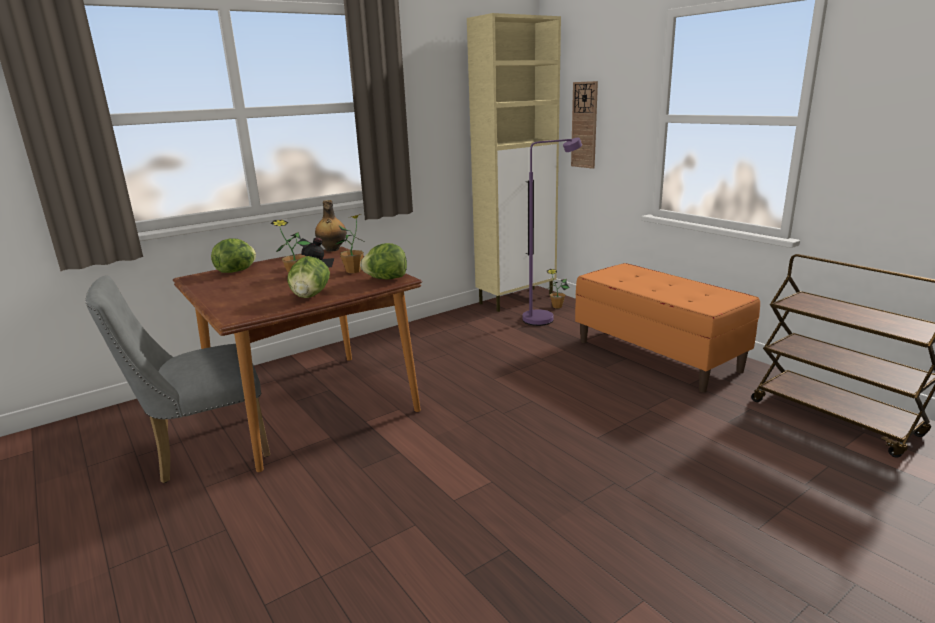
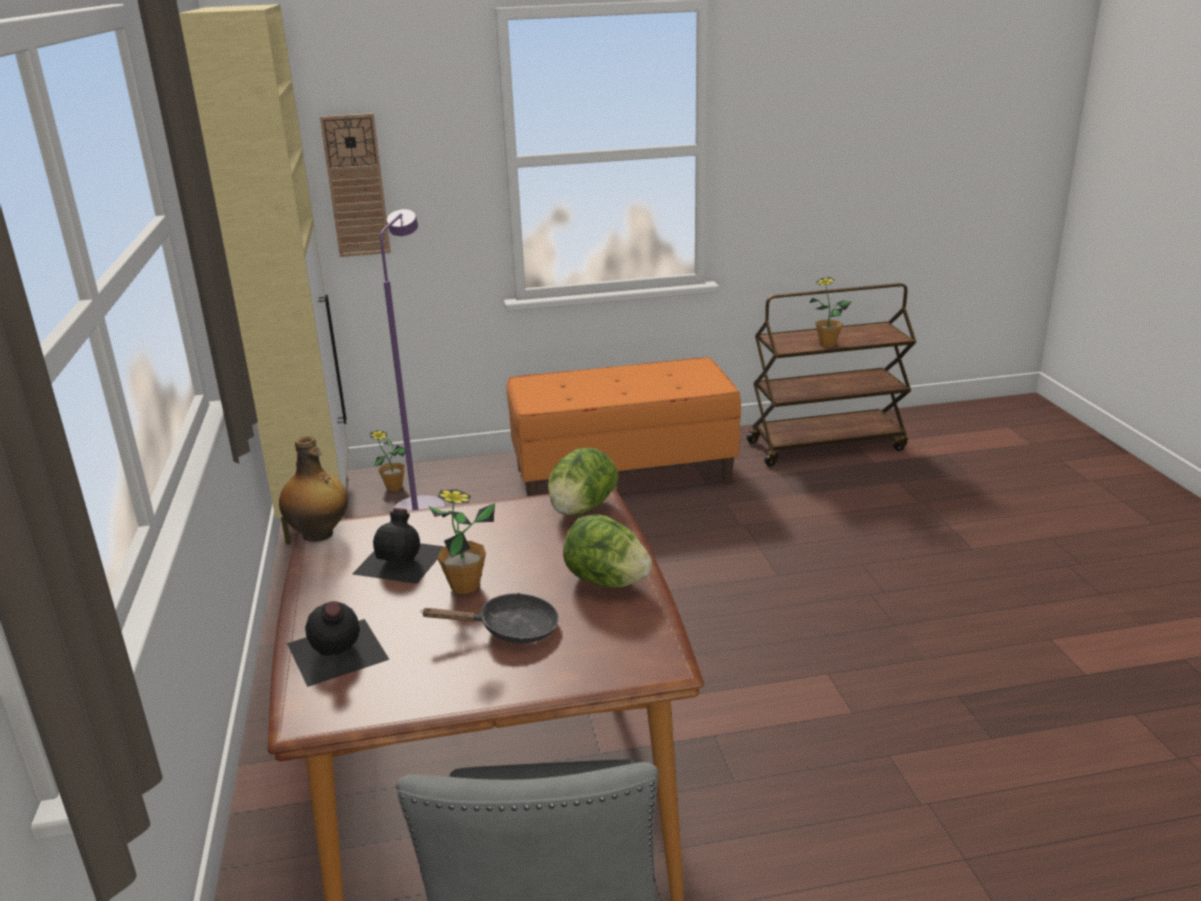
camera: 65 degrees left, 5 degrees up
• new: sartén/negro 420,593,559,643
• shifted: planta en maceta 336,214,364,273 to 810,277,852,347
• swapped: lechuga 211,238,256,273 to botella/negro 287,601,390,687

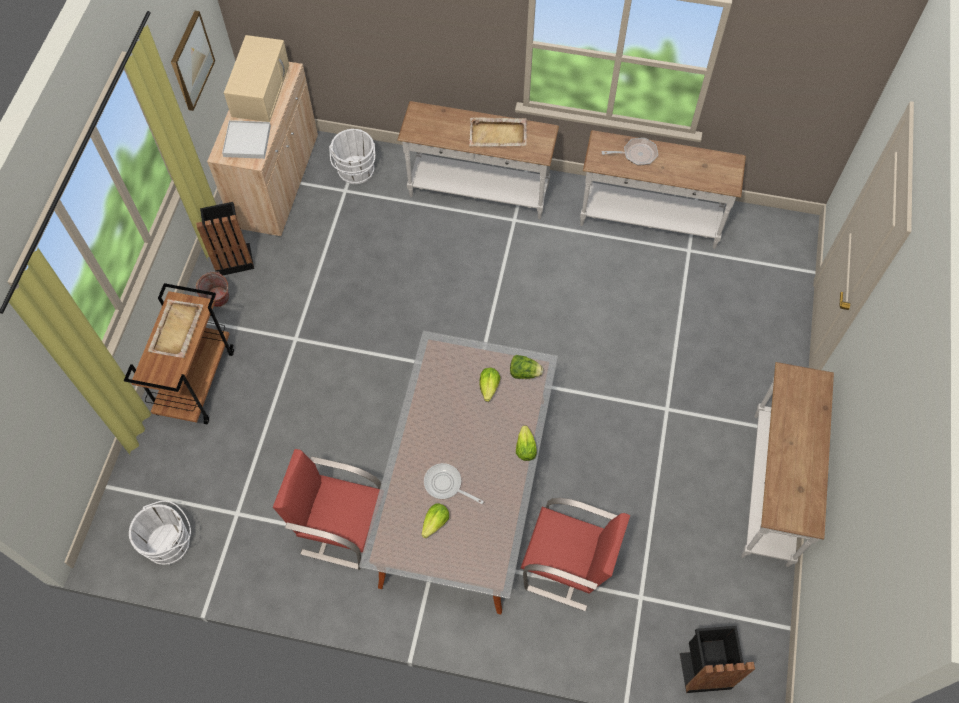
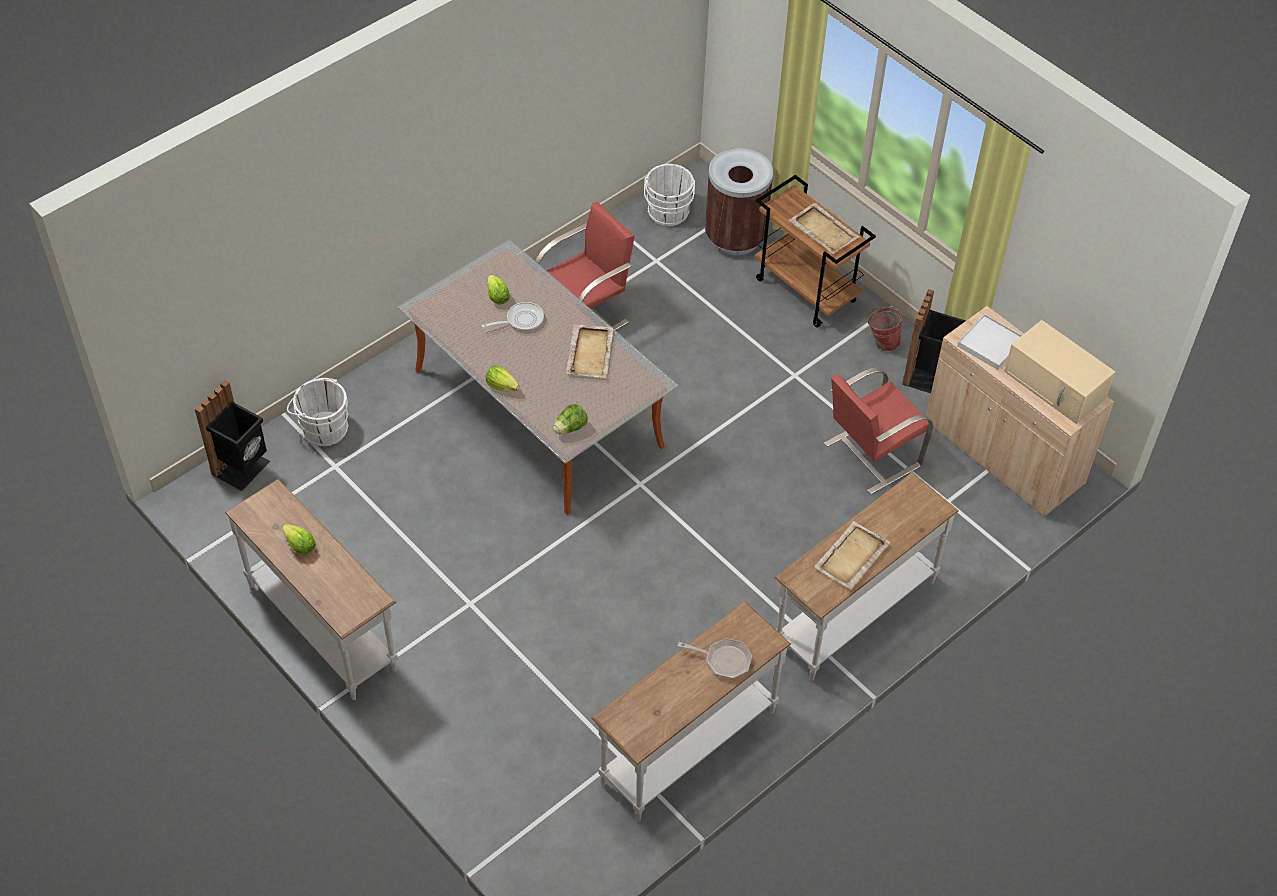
camera: 125 degrees right, 10 degrees down
• gone: cuadro 171,11,215,111
• new: bandeja/beis 566,324,613,379
• new: papelera/marrón 705,148,773,256
• shifted: cubo/blanco 329,129,375,184 to 287,378,349,447
• shifted: lechuga 479,368,500,402 to 282,524,316,555
• shifted: silla/rojo 521,498,630,611 to 824,368,933,494
• rotated: sartén 602,138,658,166 = 678,638,752,679 105 degrees counterclockwise

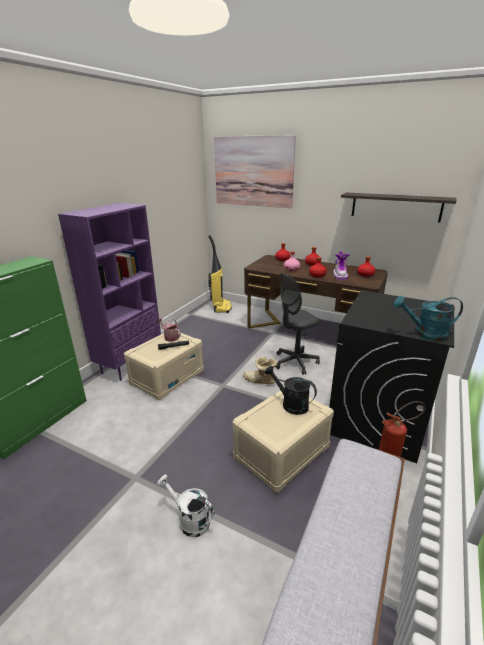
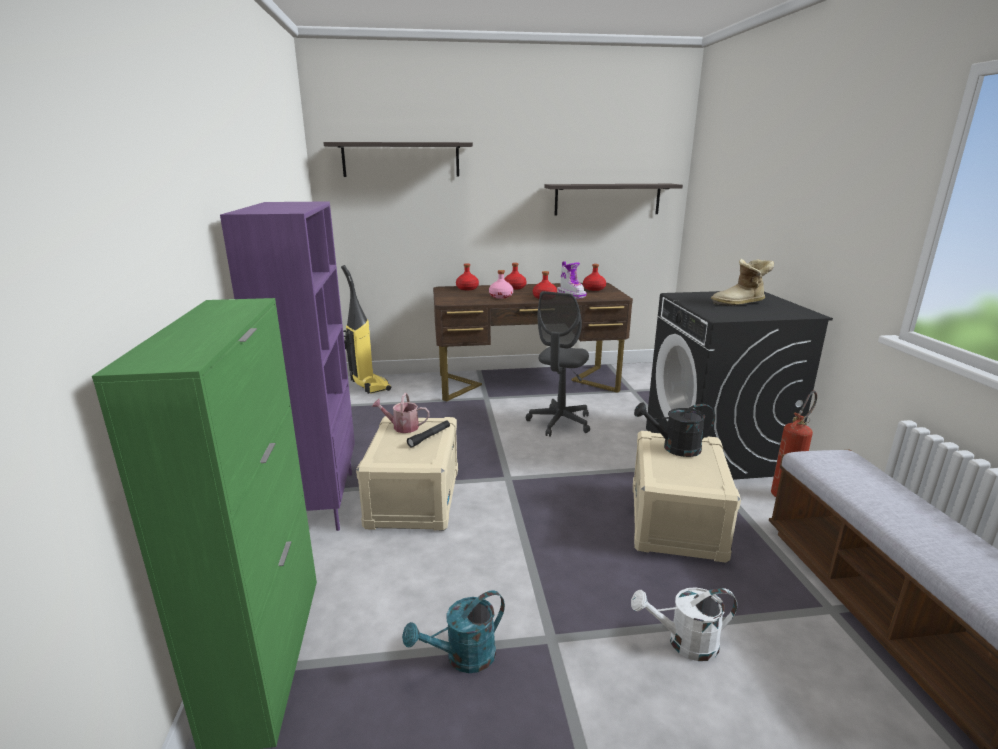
camera: 35 degrees left, 5 degrees down
• shifted: bota 243,356,277,384 to 711,259,774,306
• shifted: regadera/turquesa 394,296,463,341 to 402,590,505,673
• swapped: cuadro 214,135,296,208 to estante 323,142,473,177

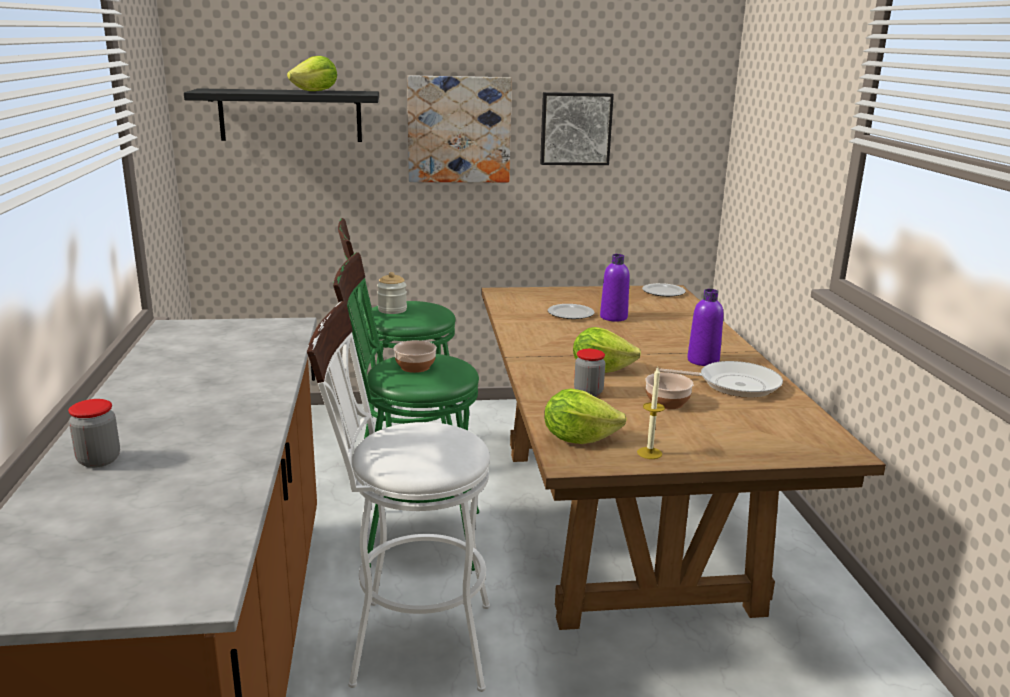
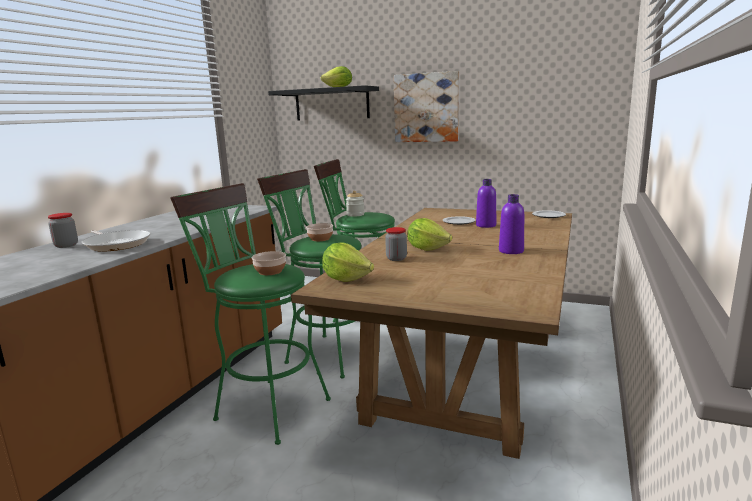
camera: 30 degrees right, 5 degrees down
• gone: cuadro 540,92,614,165
• gone: vela 637,367,665,459
• shifted: cuenco 645,372,693,409 to 252,251,286,275
• shifted: sartén 656,361,783,398 to 82,230,151,252
• repainted: taburete/blanco 307,301,490,692 to taburete/verde 170,183,331,445

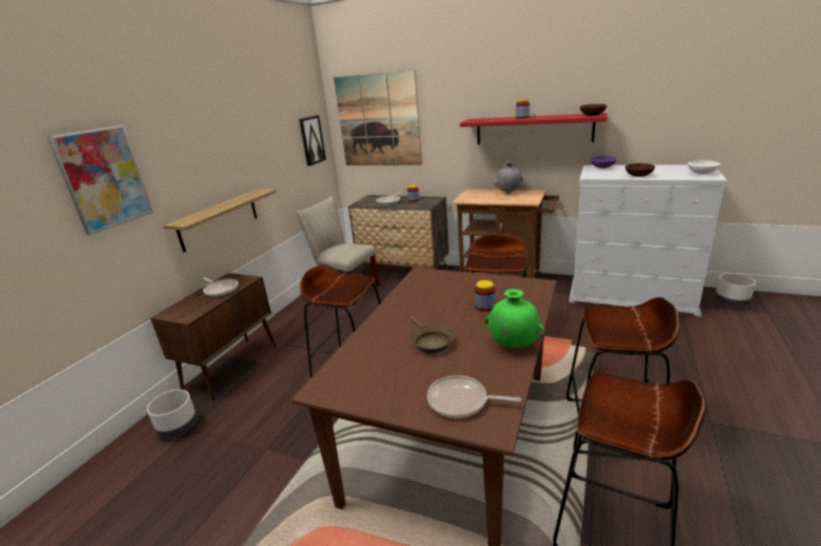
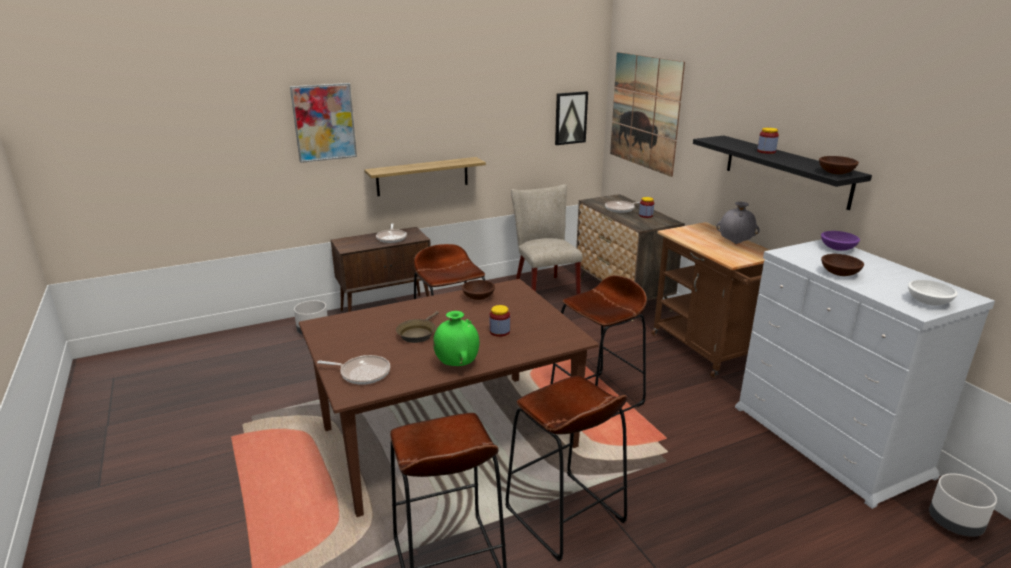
camera: 40 degrees right, 0 degrees up
• new: cuenco/marrón 462,280,495,300
• repainted: estante/rojo 460,113,608,145 to estante/negro 693,135,872,210
• rotated: sartén 427,375,521,418 = 317,355,390,385 135 degrees clockwise

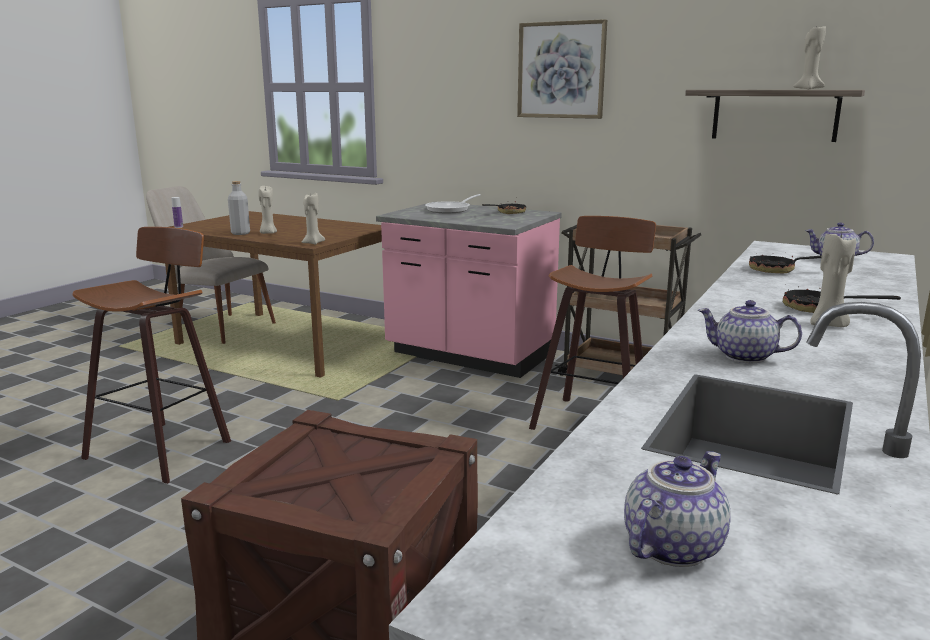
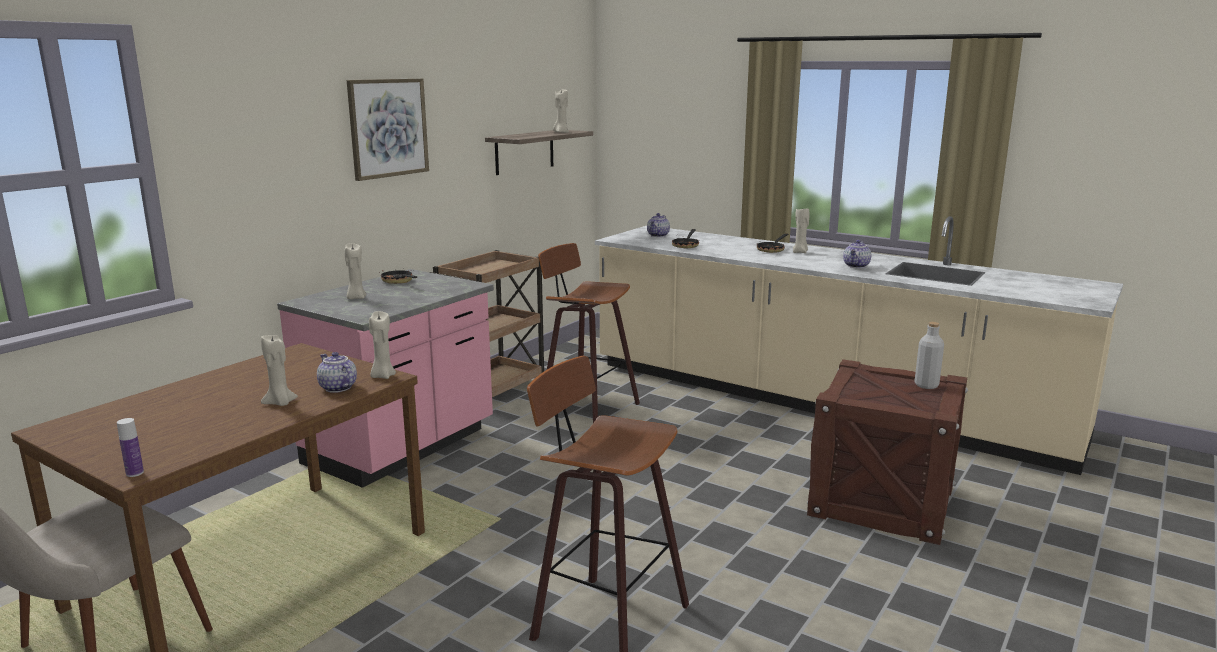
camera: 85 degrees left, 0 degrees up
• shifted: botella/gris 228,181,250,235 to 914,322,944,389
• shifted: tetera 624,451,731,567 to 317,352,357,393
• swapped: sartén 425,194,481,213 to vela/beis 344,243,366,299

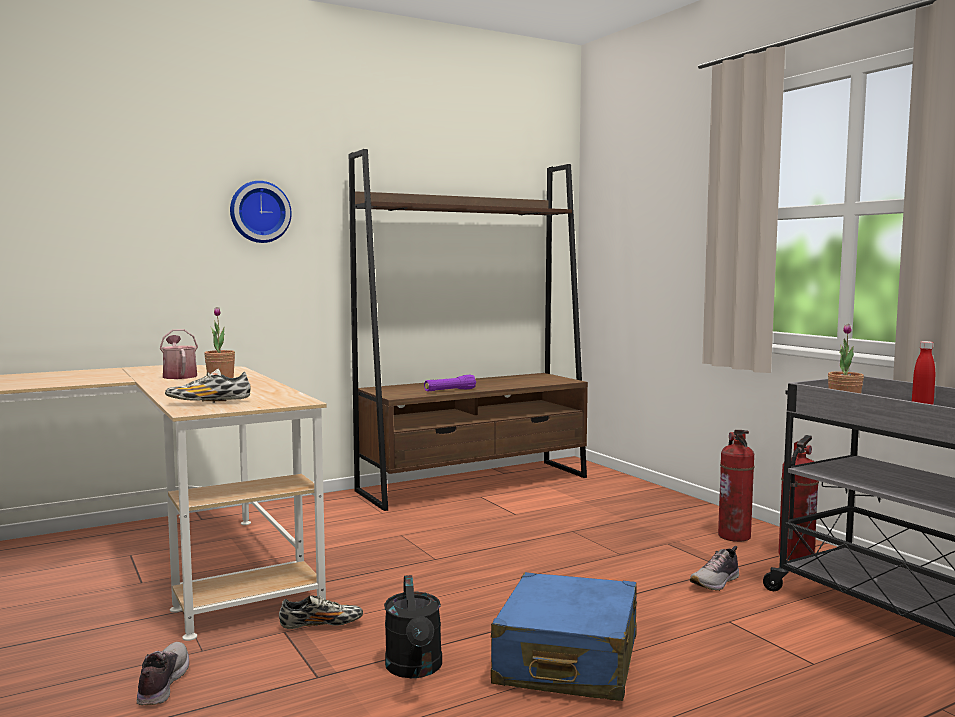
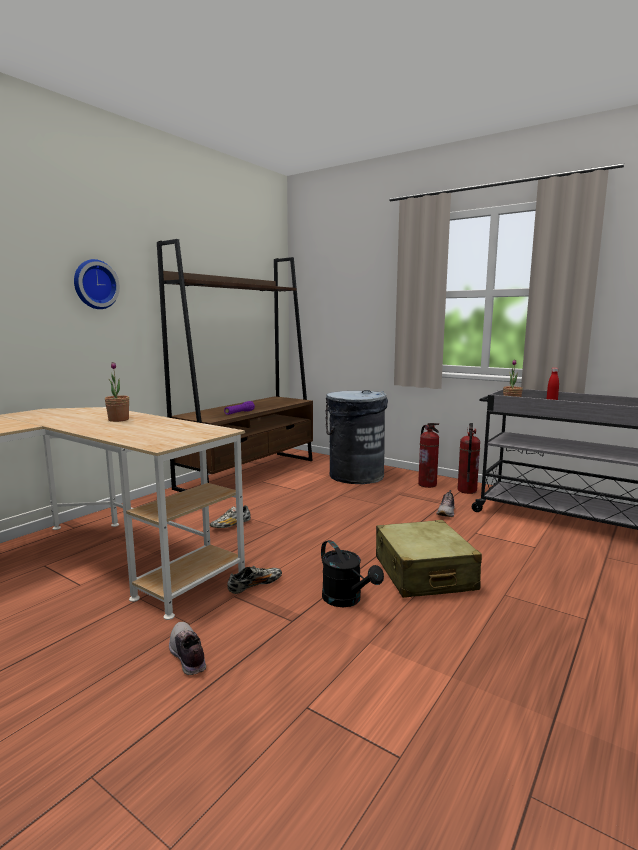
camera: 25 degrees left, 5 degrees up
• gone: regadera 160,329,198,379
• new: papelera/gris 326,390,388,484
• shifted: zapato 165,369,251,403 to 210,505,251,528
• repainted: maleta/azul 491,572,637,701 to maleta/beis 376,520,482,598

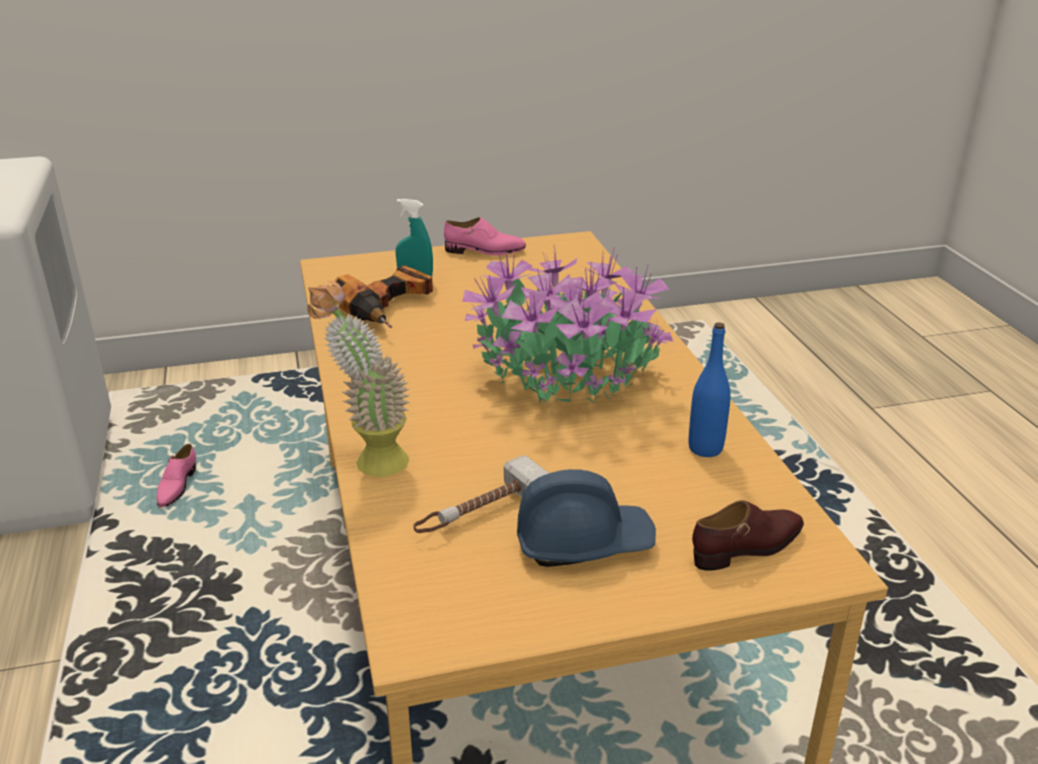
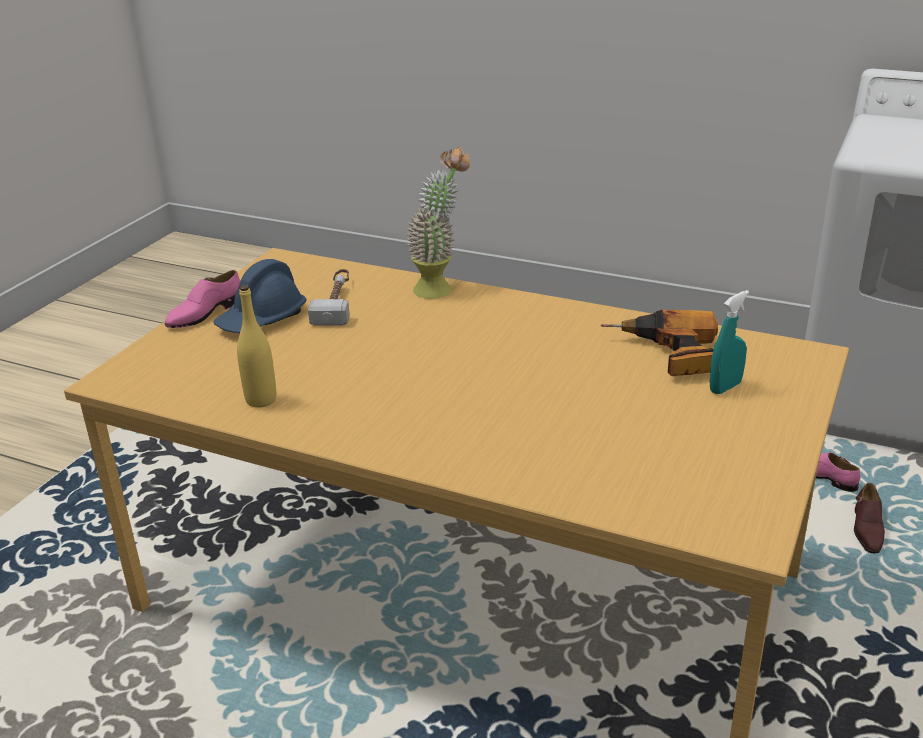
camera: 130 degrees right, 0 degrees up
• gone: planta en maceta 462,246,674,408
• shifted: zapato/rosa 444,217,526,255 to 164,270,240,328
• shifted: zapato/marrón 692,500,804,571 to 854,483,885,553
• repainted: botella/azul 689,322,731,457 to botella/amarillo 237,285,276,408

